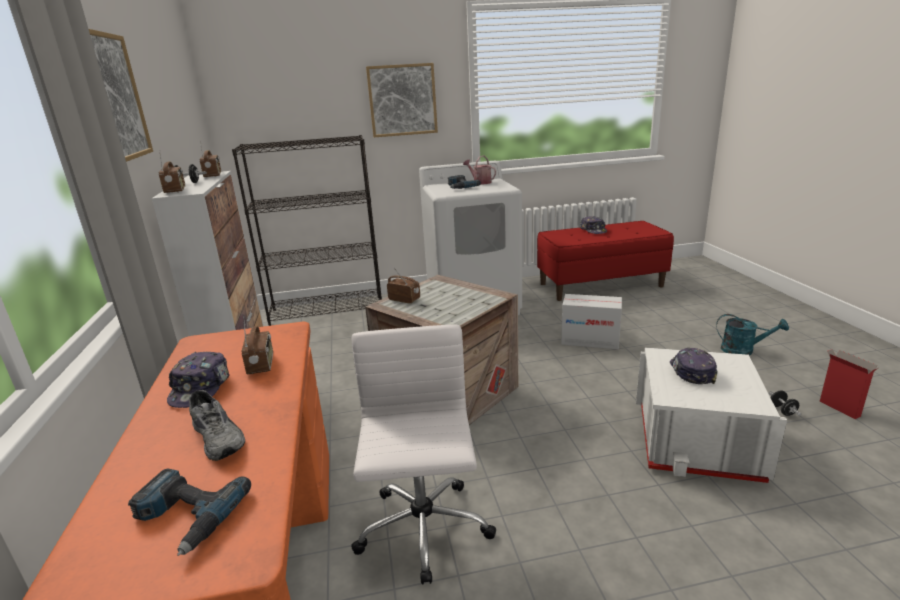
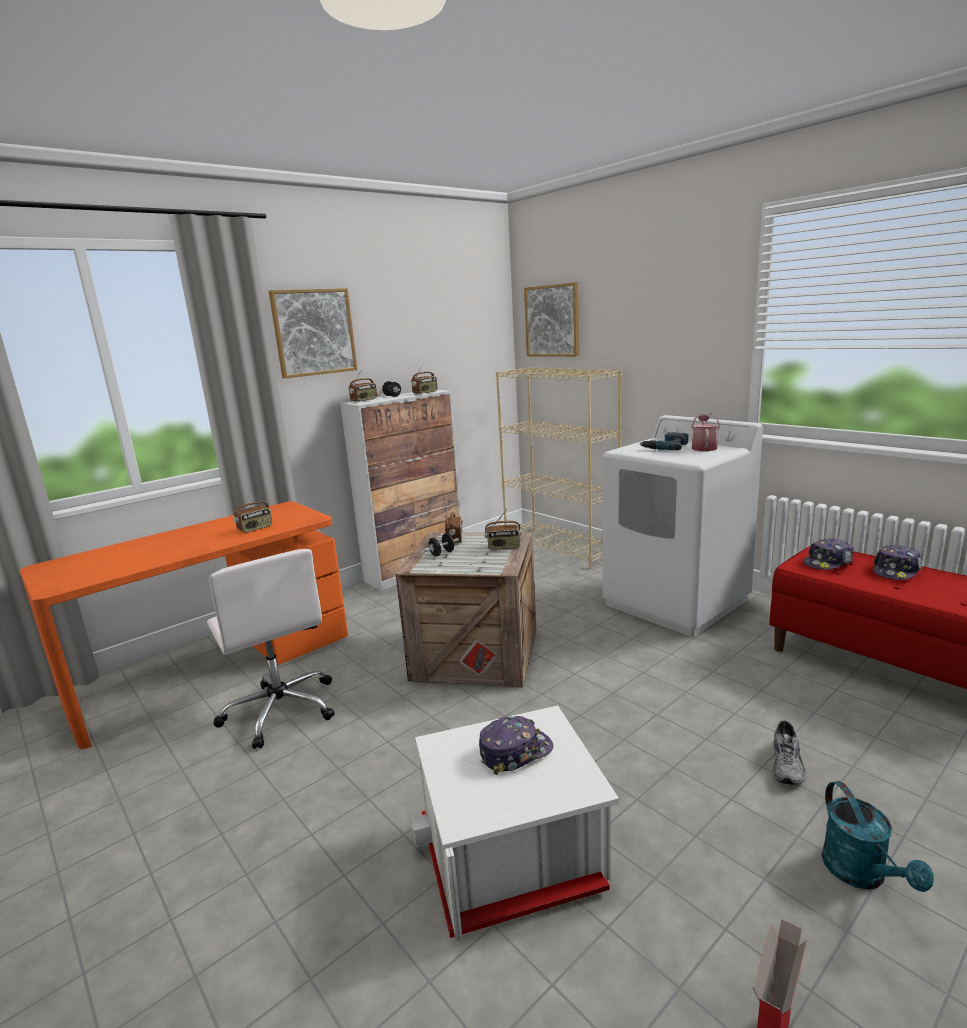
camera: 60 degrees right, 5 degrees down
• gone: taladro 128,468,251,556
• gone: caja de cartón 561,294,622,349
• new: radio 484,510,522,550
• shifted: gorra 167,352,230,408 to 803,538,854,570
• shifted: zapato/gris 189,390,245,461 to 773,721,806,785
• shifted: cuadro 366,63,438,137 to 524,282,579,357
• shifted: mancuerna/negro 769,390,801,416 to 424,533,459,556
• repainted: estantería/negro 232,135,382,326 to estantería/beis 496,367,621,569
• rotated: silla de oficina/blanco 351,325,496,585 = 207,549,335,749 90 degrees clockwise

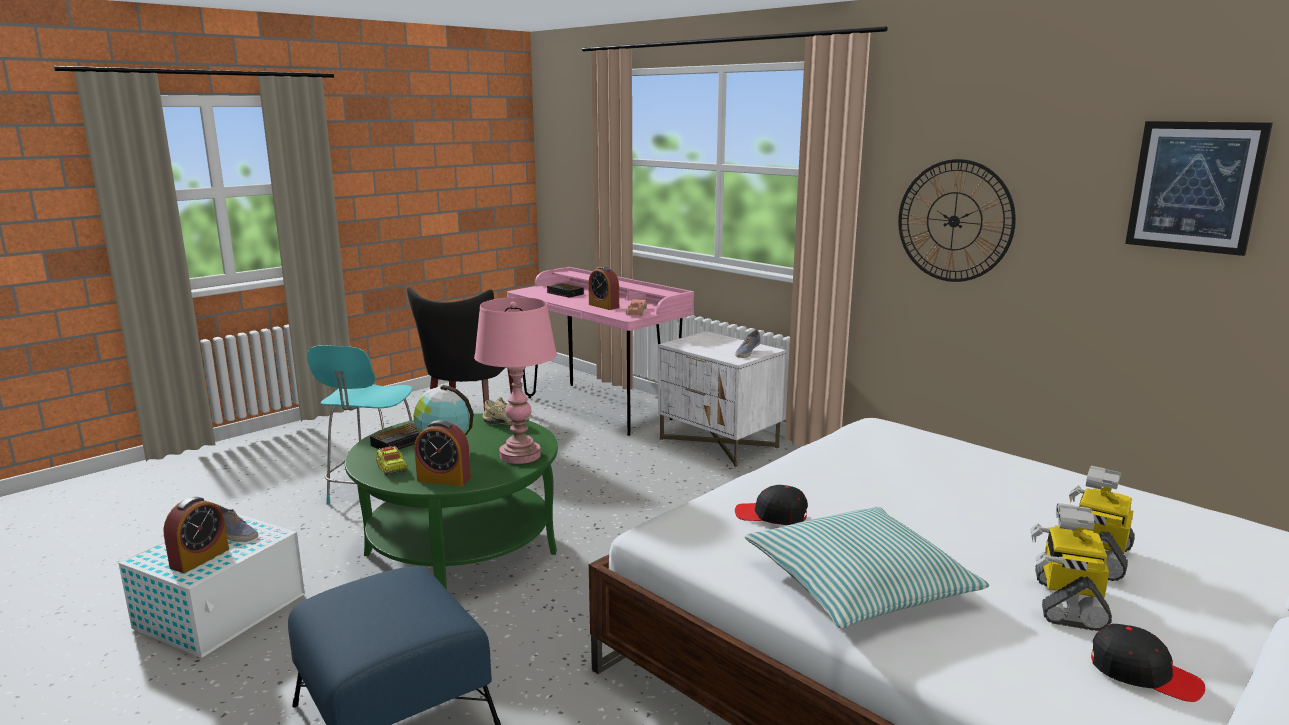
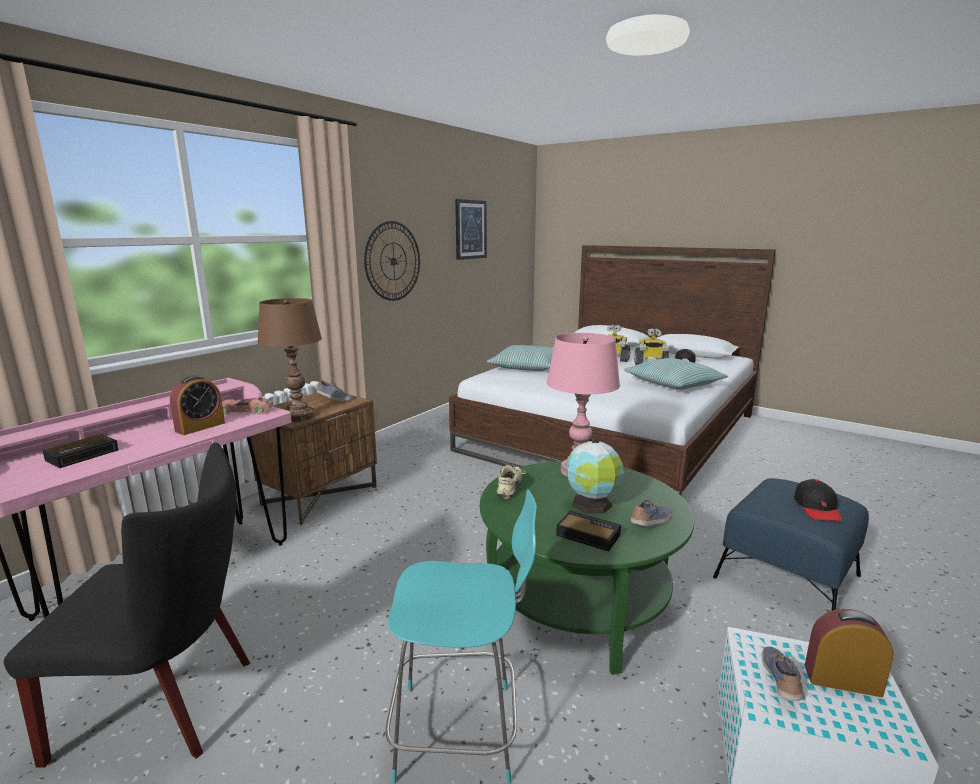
camera: 100 degrees left, 0 degrees up
• gone: despertador 415,420,471,486
• new: lámpara de mesa/marrón 257,298,322,422
• new: cojín 487,345,553,371
• shifted: gorra/negro 735,485,808,525 to 794,479,842,521
• swapped: camión de juguete 376,445,408,476 to zapato 631,499,671,526
• repainted: mesita de noche/blanco 658,331,786,468 to mesita de noche/marrón 250,393,377,525

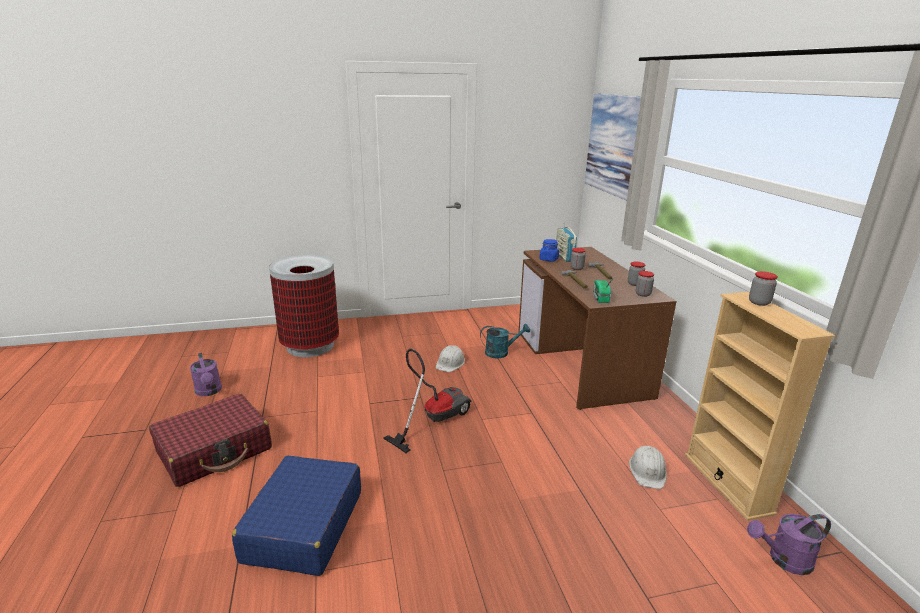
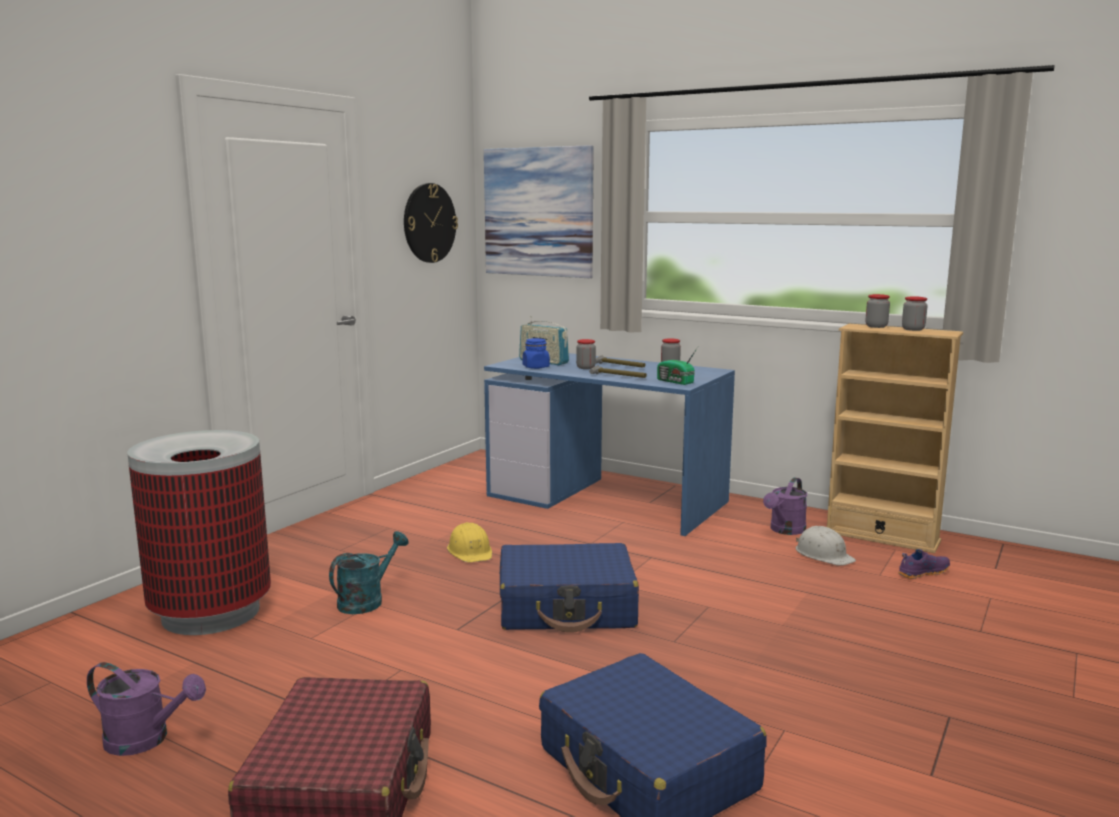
camera: 45 degrees left, 10 degrees down
• new: reloj de pared 404,183,458,263
• new: zapato/morado 898,549,950,579
• shifted: regadera/turquesa 480,324,530,359 to 329,531,409,614
• shifted: tarro 636,271,654,297 to 902,296,927,331
• shifted: regadera/morado 747,514,831,575 to 763,477,807,535
• swapped: aspiradora 383,349,471,453 to maleta/azul 500,543,639,633
• repainted: casco/blanco 436,345,465,372 to casco/amarillo 447,522,492,562
• repainted: escritorio/marrón 518,247,677,410 to escritorio/azul 484,353,735,536

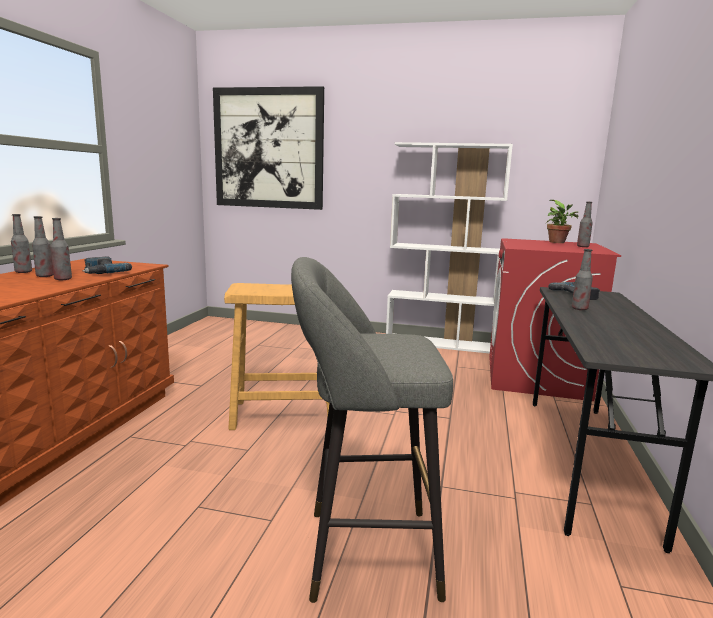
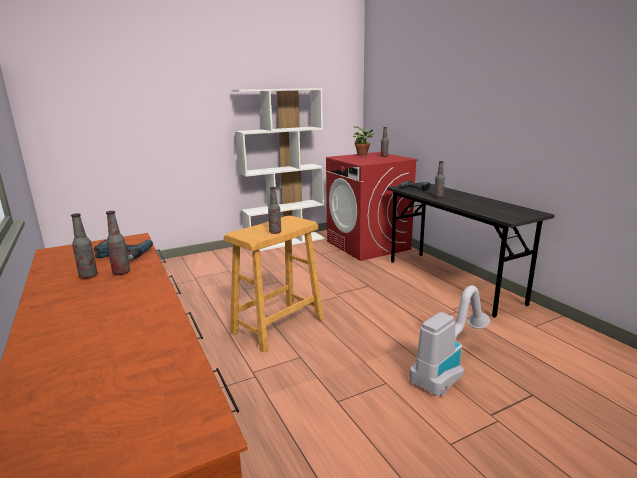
camera: 40 degrees left, 5 degrees up
• gone: cuadro 213,86,324,210
• shifted: botella 11,214,32,273 to 268,187,281,234
• swapped: taburete/gris 291,257,453,603 to aspiradora 409,285,490,397

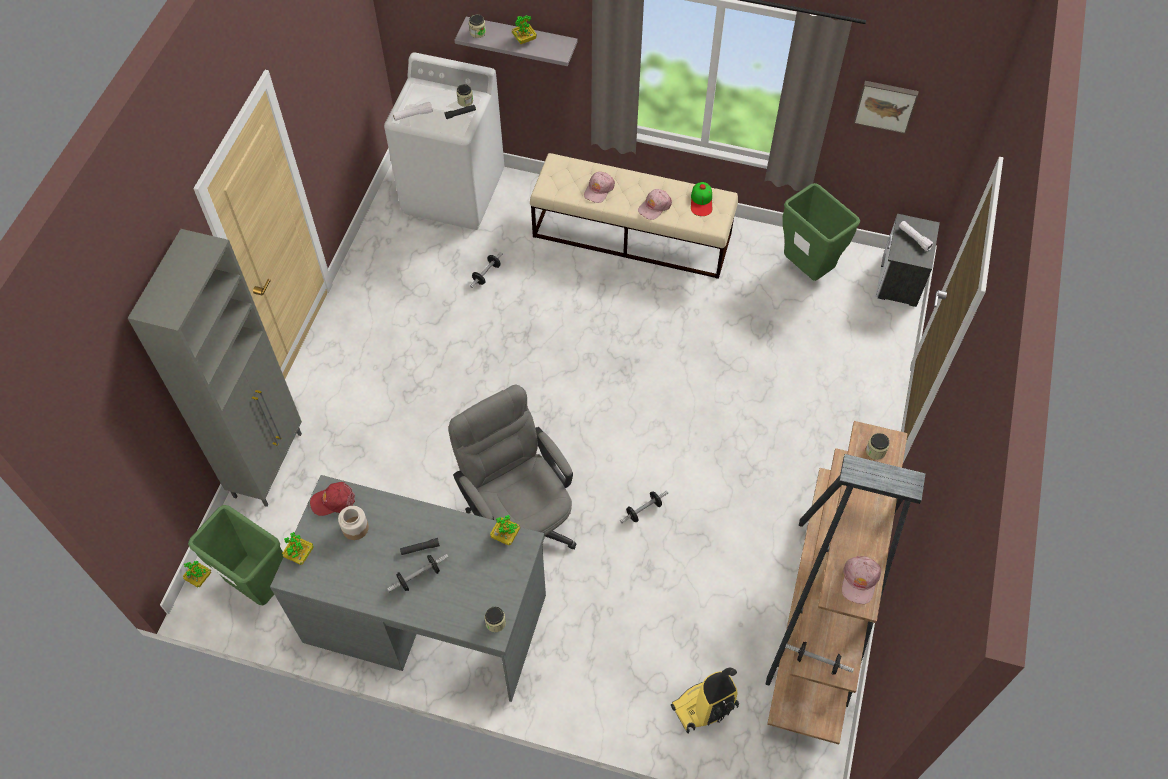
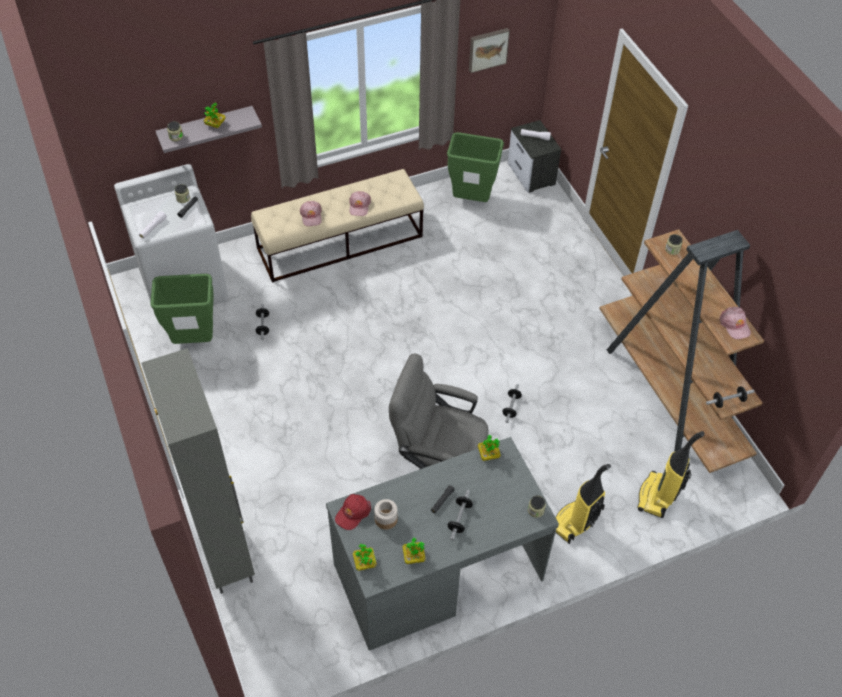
camera: 40 degrees left, 5 degrees down
• gone: gorra 691,182,712,216
• new: aspiradora 556,464,611,544
• shifted: planta en maceta 183,561,211,588 to 402,537,426,564
• shifted: papelera/verde 188,505,283,606 to 150,274,214,344

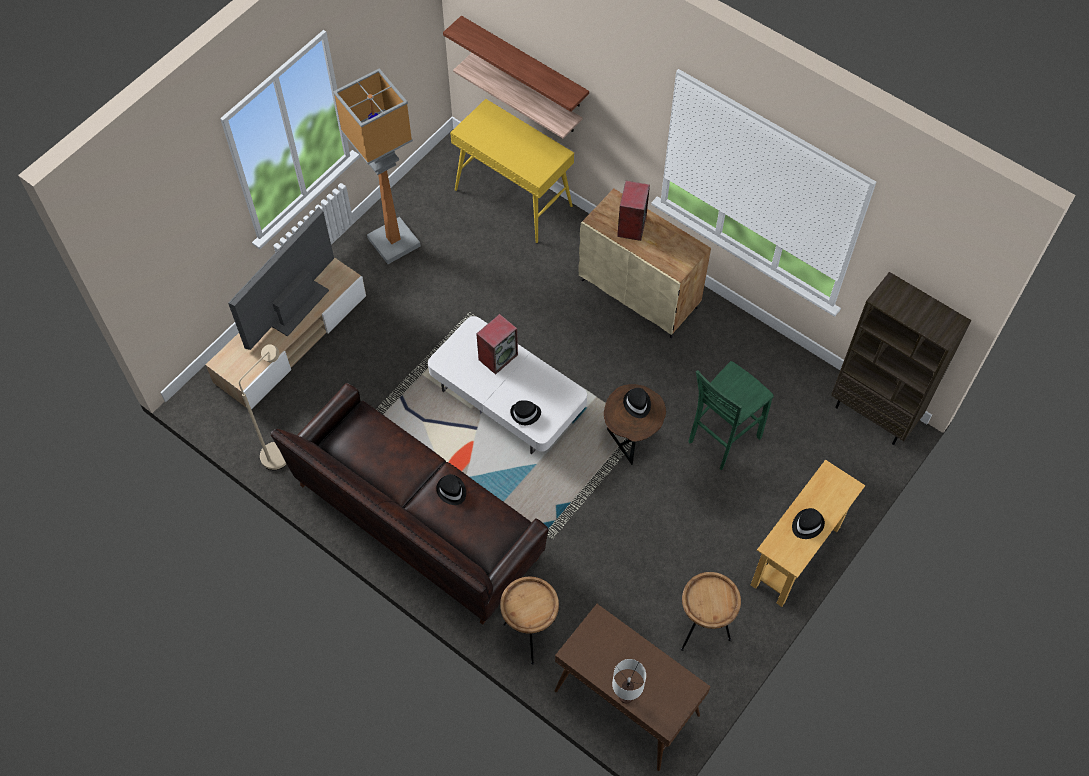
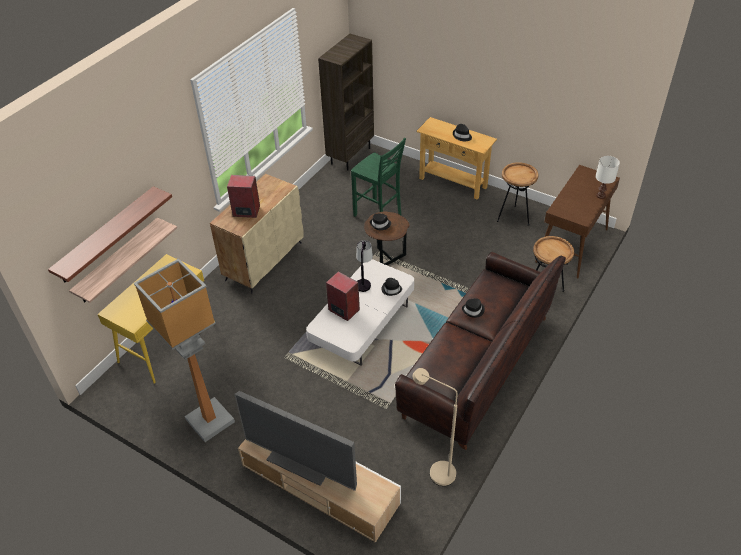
camera: 95 degrees left, 15 degrees down
• new: lámpara de mesa 356,240,373,292

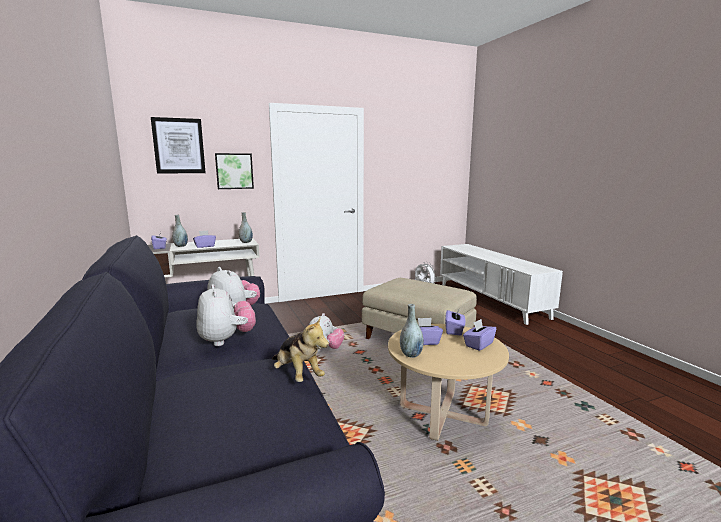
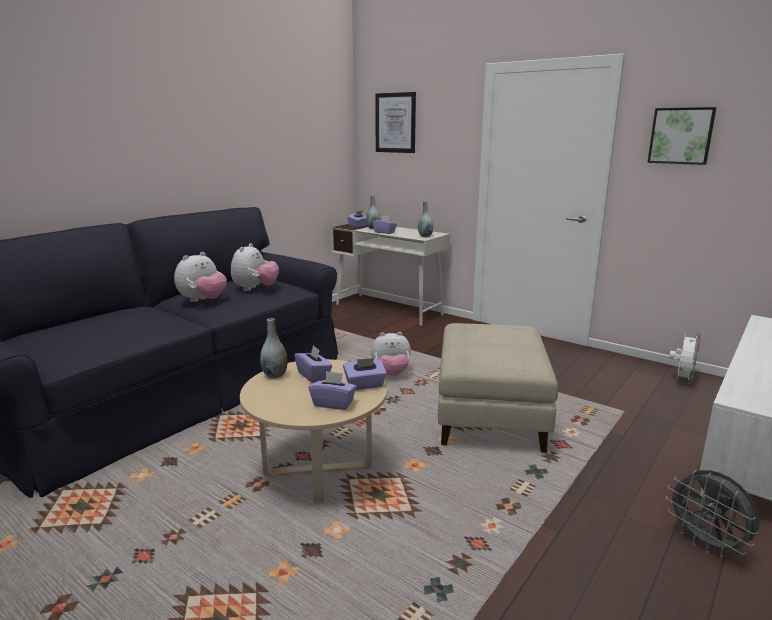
camera: 60 degrees right, 5 degrees up
• gone: peluche 272,318,329,382
• new: ventilador/gris 665,470,760,558
• shifted: cuadro 215,153,254,189 to 647,107,717,165

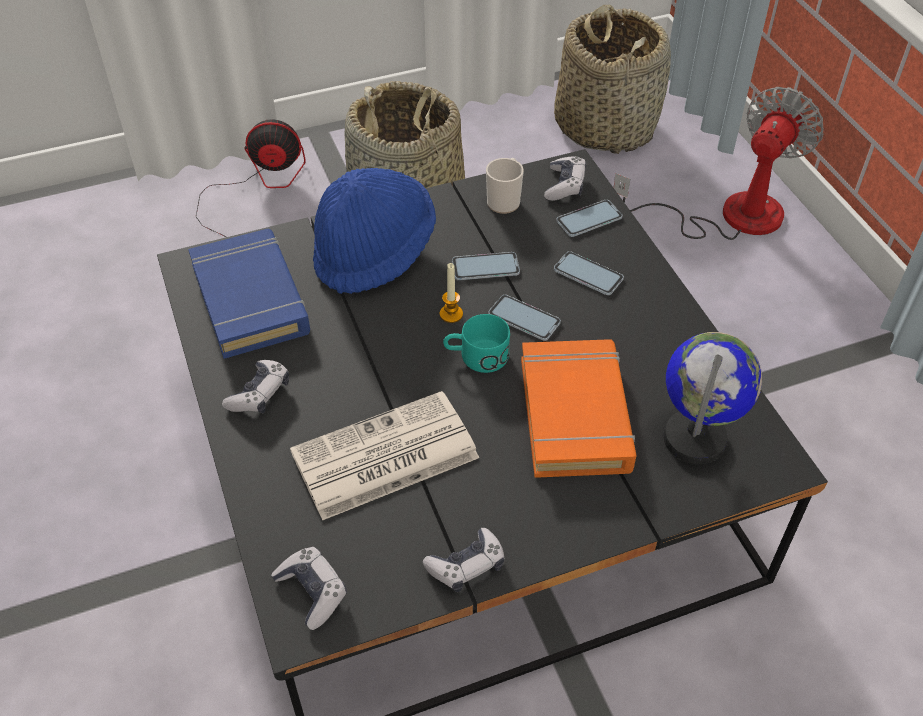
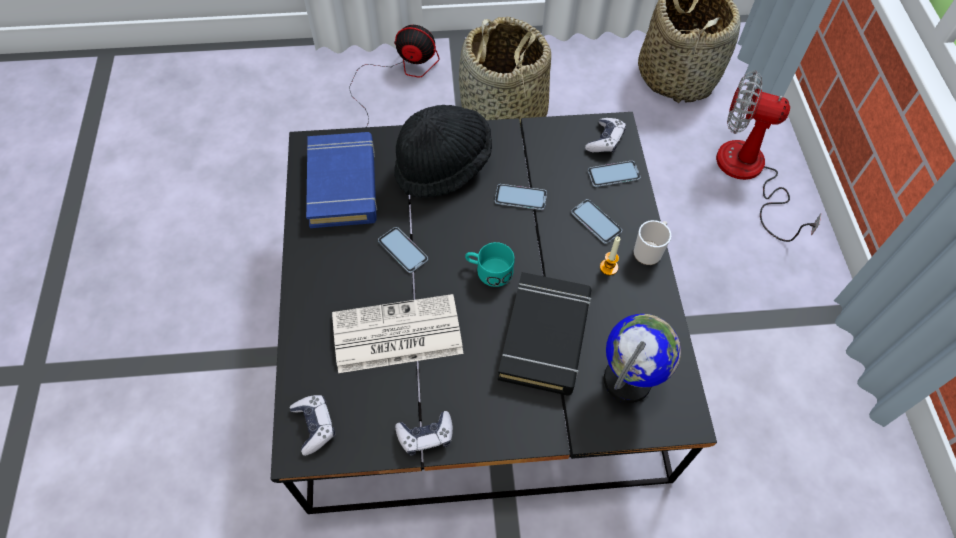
camera: 15 degrees right, 10 degrees up
• gone: mando de consola 222,360,289,413
• shifted: vela 440,263,463,323 to 600,236,621,275
• shifted: taza grande 486,158,524,214 to 634,220,671,265
• shifted: móvil 488,295,561,341 to 378,227,428,273
• repainted: sombrero/azul 313,168,436,294 to sombrero/negro 394,105,492,198
• repainted: libro/naranja 521,339,637,478 to libro/negro 498,272,591,396
• rotated: ventilador 613,87,824,240 = 716,70,821,242 120 degrees counterclockwise

